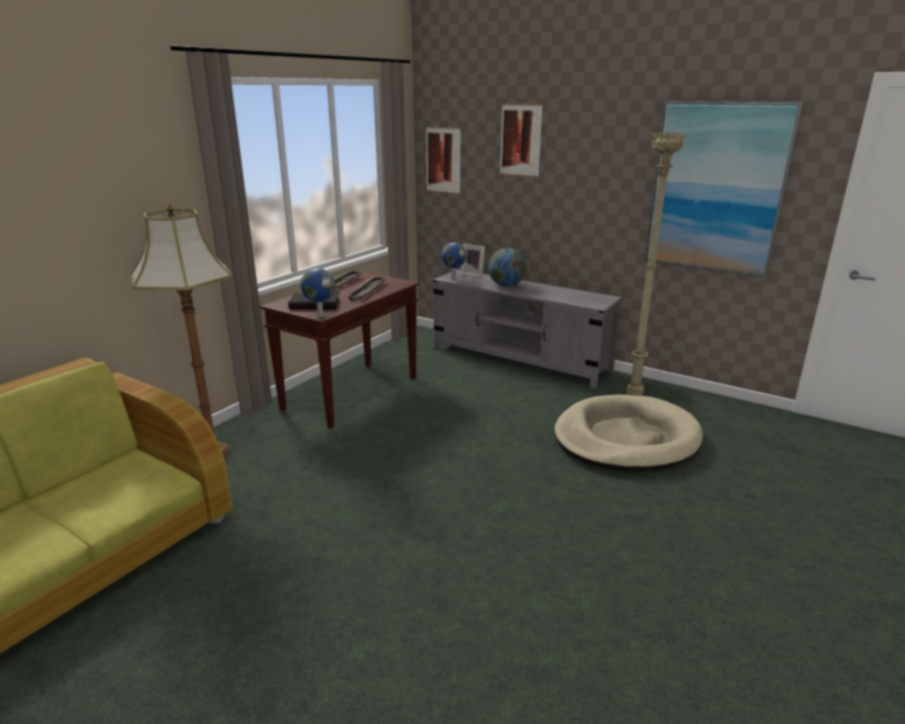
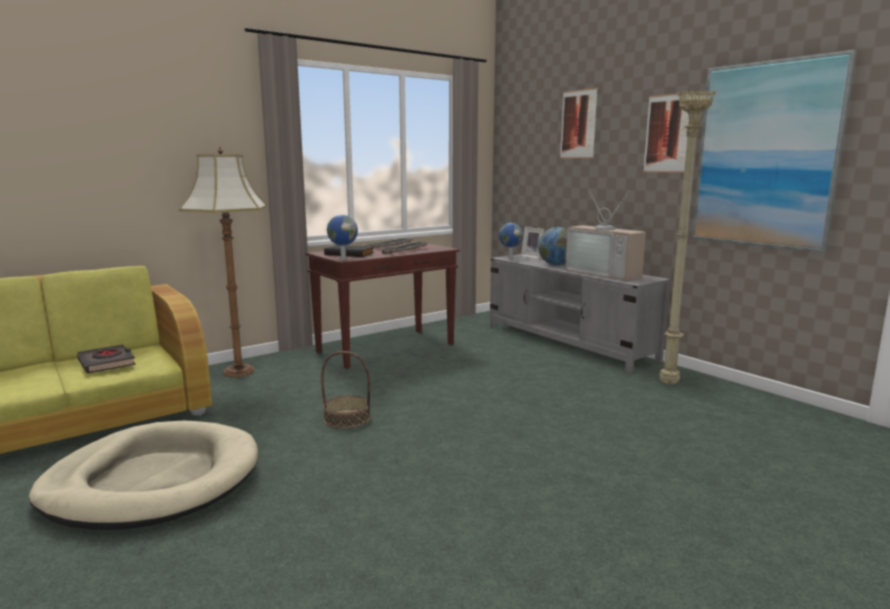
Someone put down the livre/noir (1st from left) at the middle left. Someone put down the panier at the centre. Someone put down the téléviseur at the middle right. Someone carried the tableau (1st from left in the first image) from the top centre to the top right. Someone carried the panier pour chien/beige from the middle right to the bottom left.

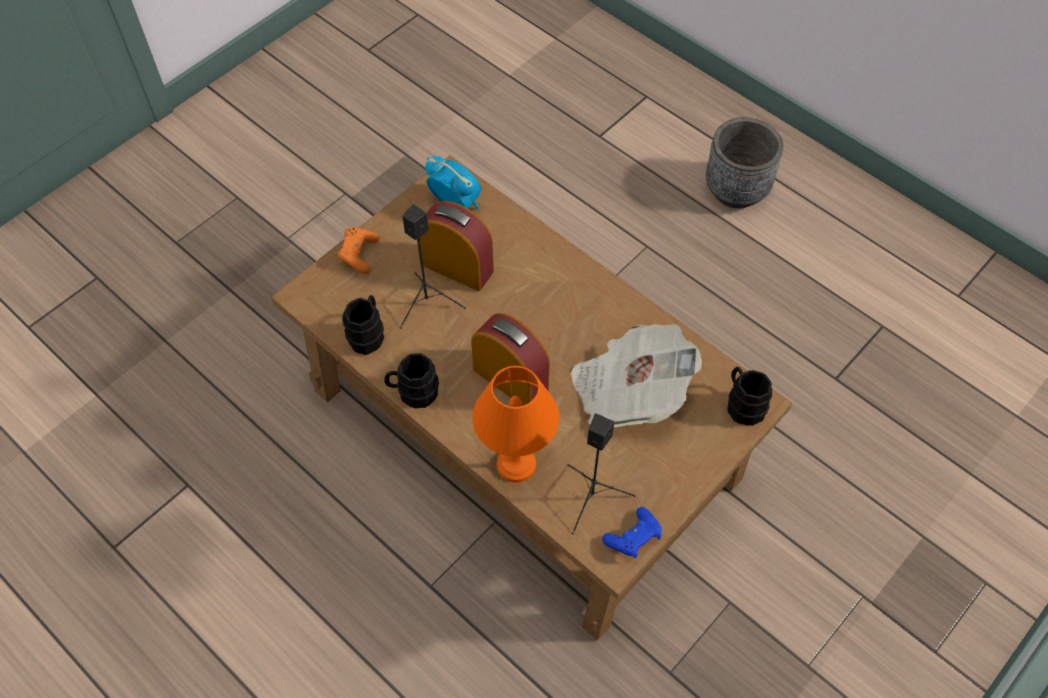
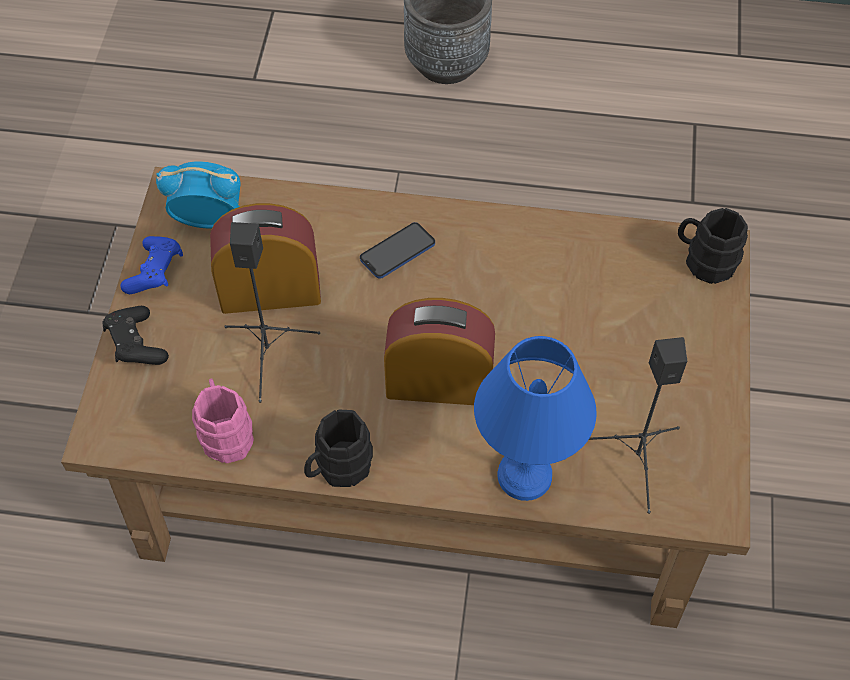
Someone took away the journal at the centre. Someone put down the téléphone at the centre. Someone carried the manette/bleu from the bottom centre to the middle left. Someone repainted the manette/orange at the centre, which became the manette/noir at the middle left. Someone repainted the mug/noir (1st from left) at the centre, which became the mug/rose at the middle left. Someone repainted the lampe de table/orange at the centre, which became the lampe de table/bleu at the centre.

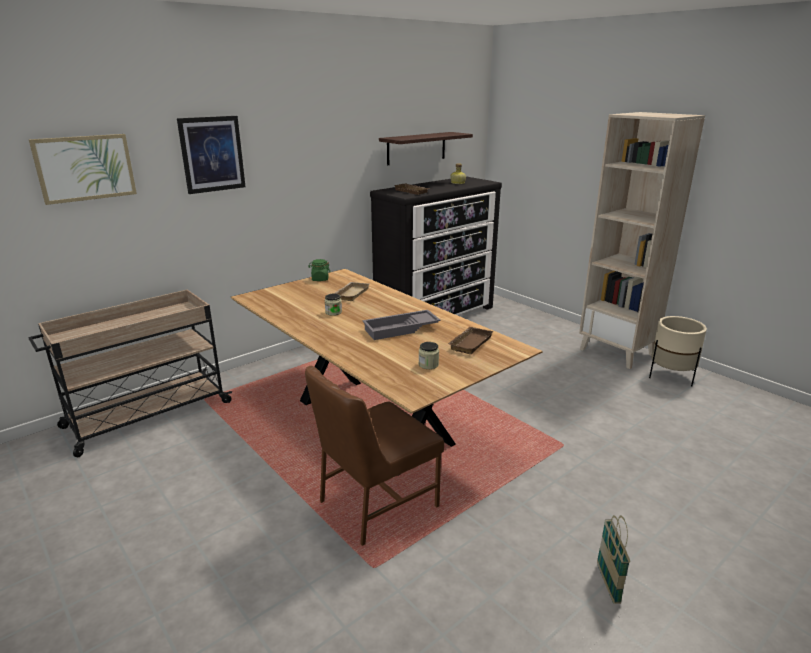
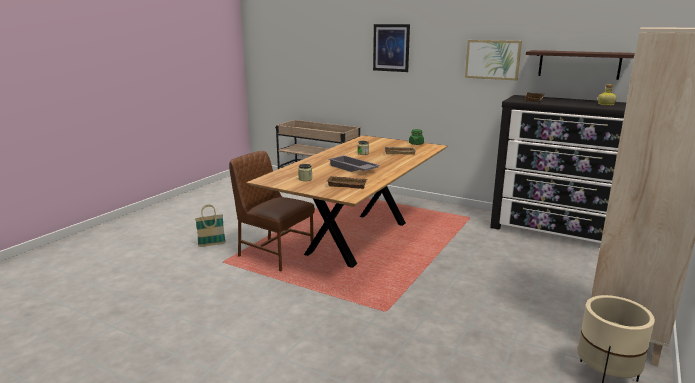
Someone carried the tableau (1st from left in the first image) from the top left to the top right. Someone carried the panier from the bottom right to the middle left.

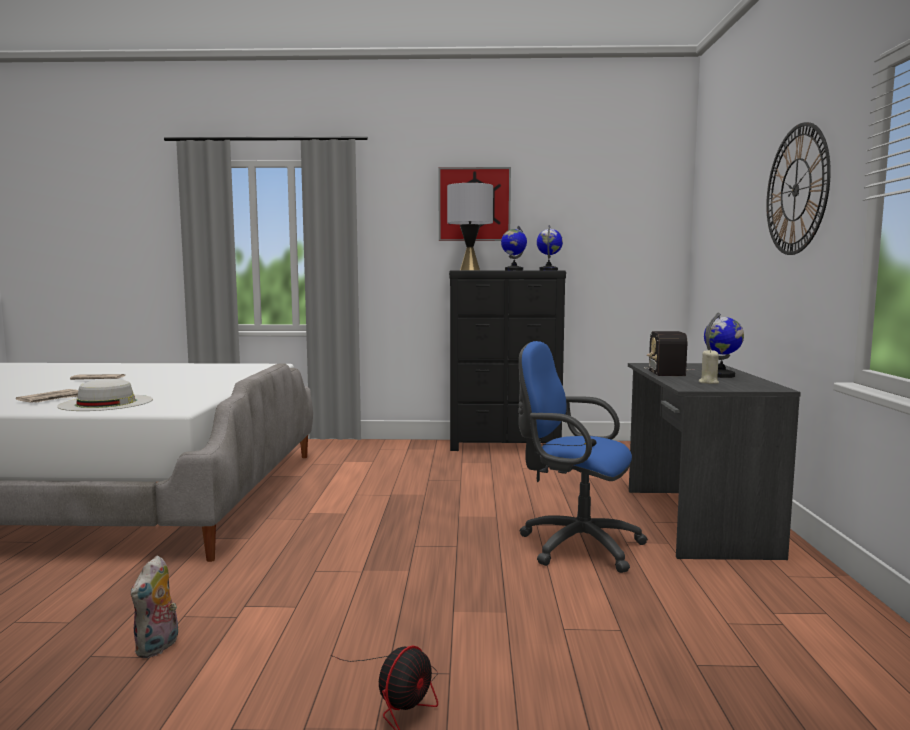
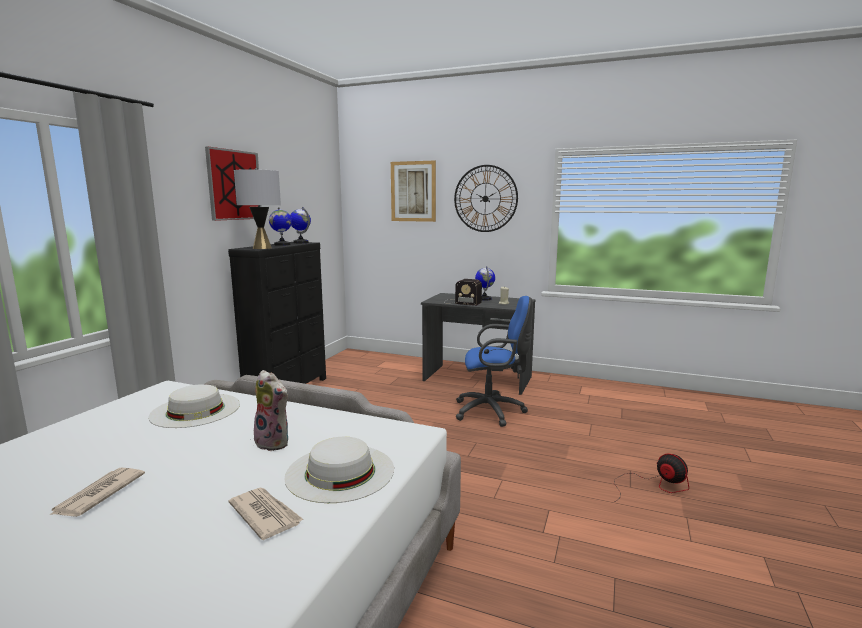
Someone put down the chapeau/blanc (1st from left) at the middle left. Someone put up the tableau (2nd from left) at the top centre. Someone carried the peluche from the bottom left to the middle left. Someone rotated the chaise de bureau/bleu at the centre by 135 degrees counterclockwise.

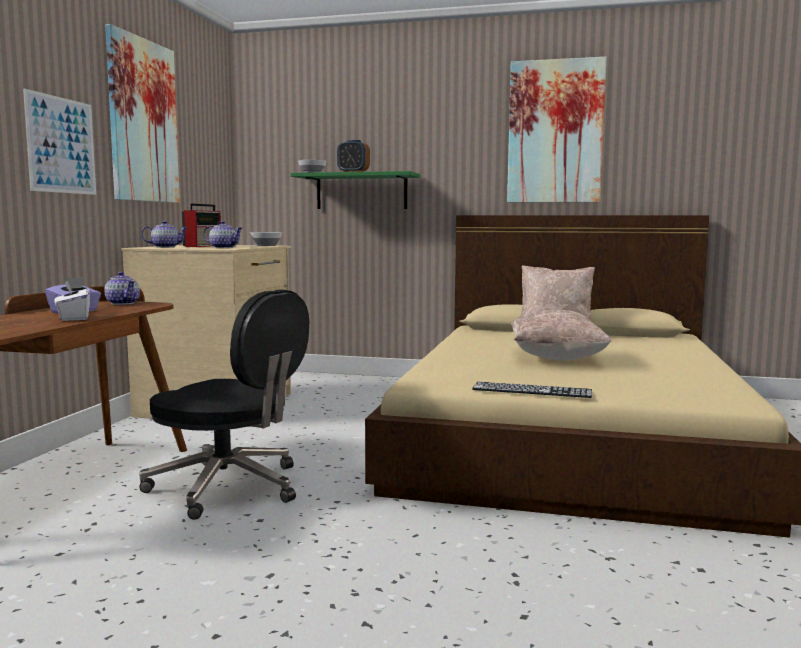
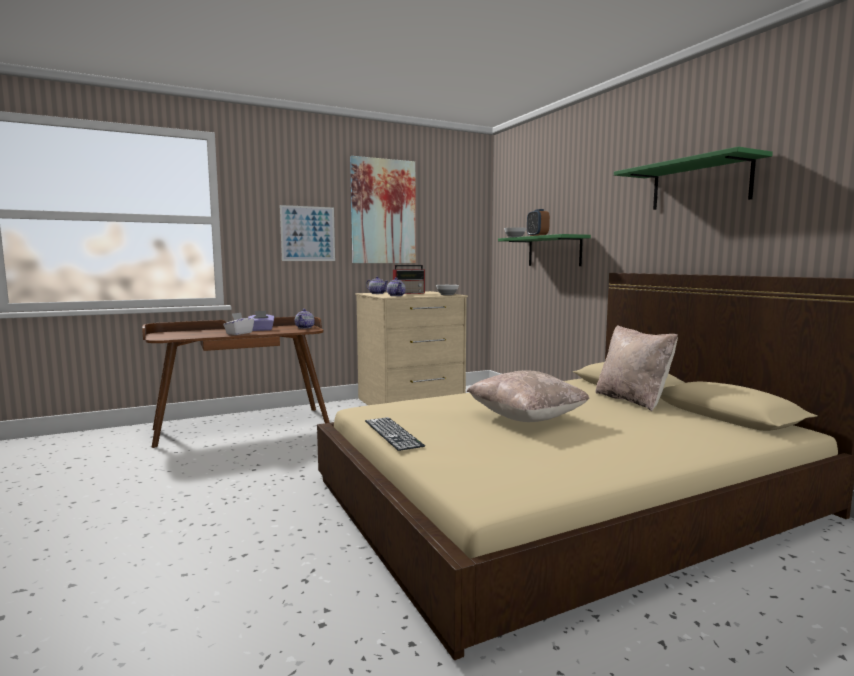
Someone took away the chaise de bureau/noir at the middle left. Someone swapped the tableau (3rd from left) at the top right for the étagère/vert (2nd from left) at the top right.

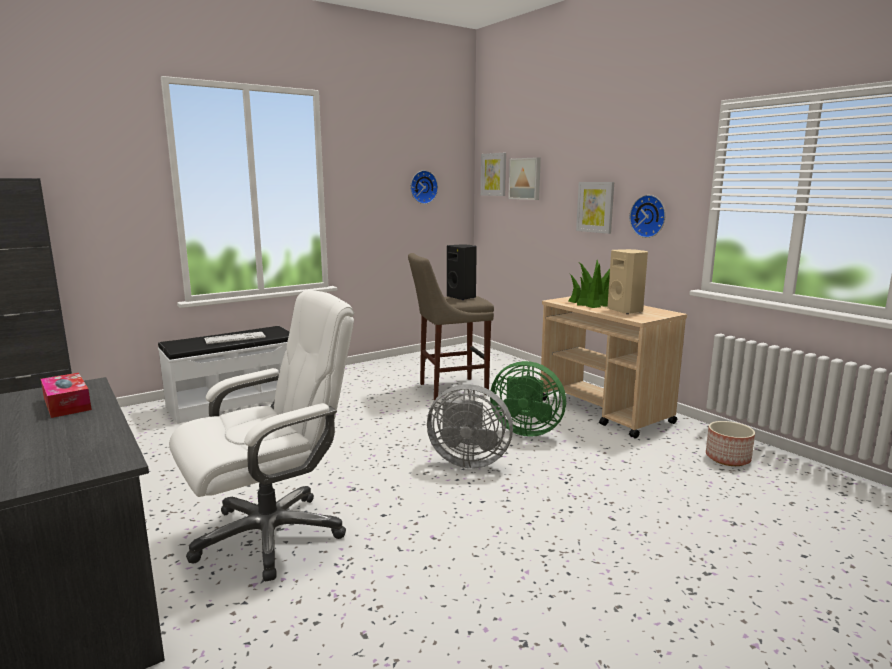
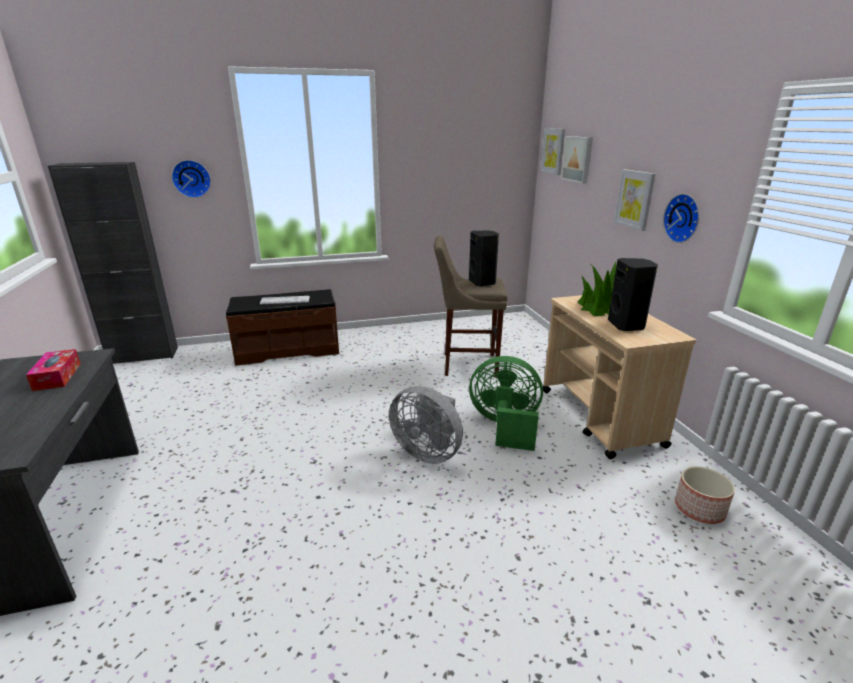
Someone took away the chaise de bureau/blanc at the middle left. Someone carried the horloge murale (1st from left) from the top centre to the top left. Someone repainted the banc/blanc at the middle left, which became the banc/marron at the middle left. Someone repainted the enceinte/beige at the middle right, which became the enceinte/noir (2nd from left) at the middle right. Someone rotated the ventilateur/vert at the centre by 150 degrees clockwise.

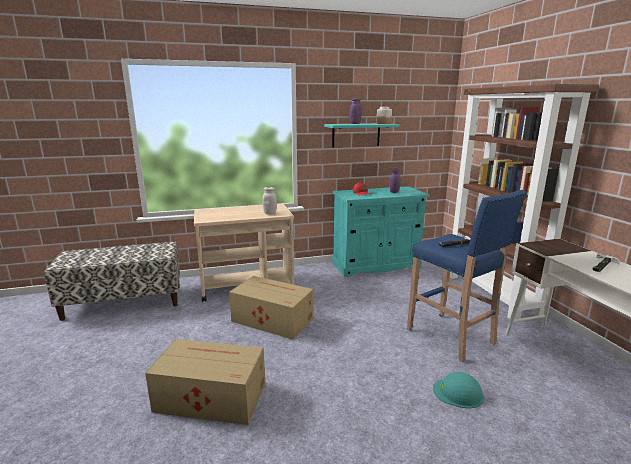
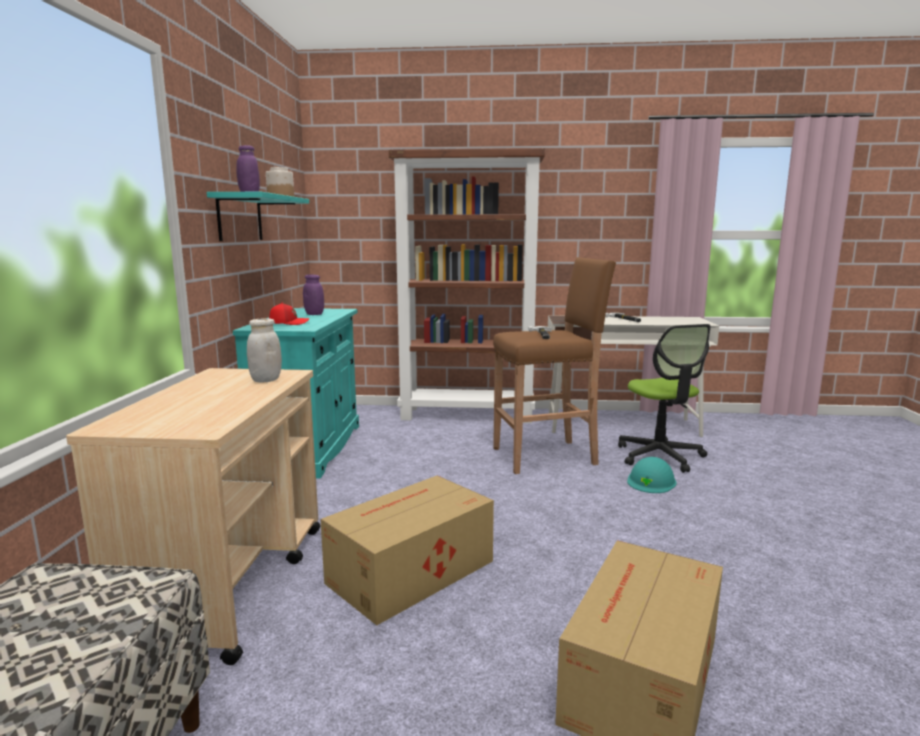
Someone put down the chaise de bureau at the middle right. Someone repainted the tabouret/bleu at the middle right, which became the tabouret/marron at the centre.

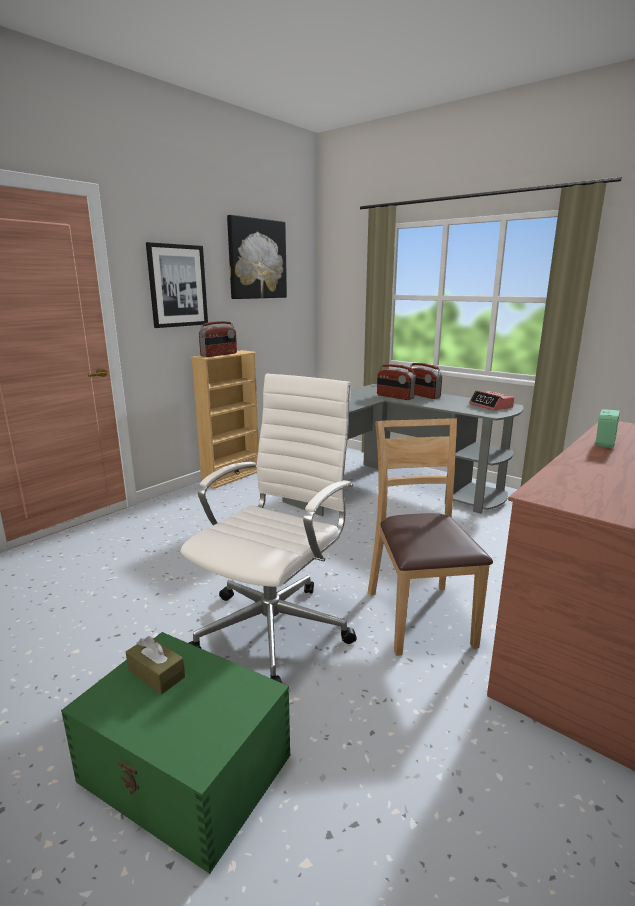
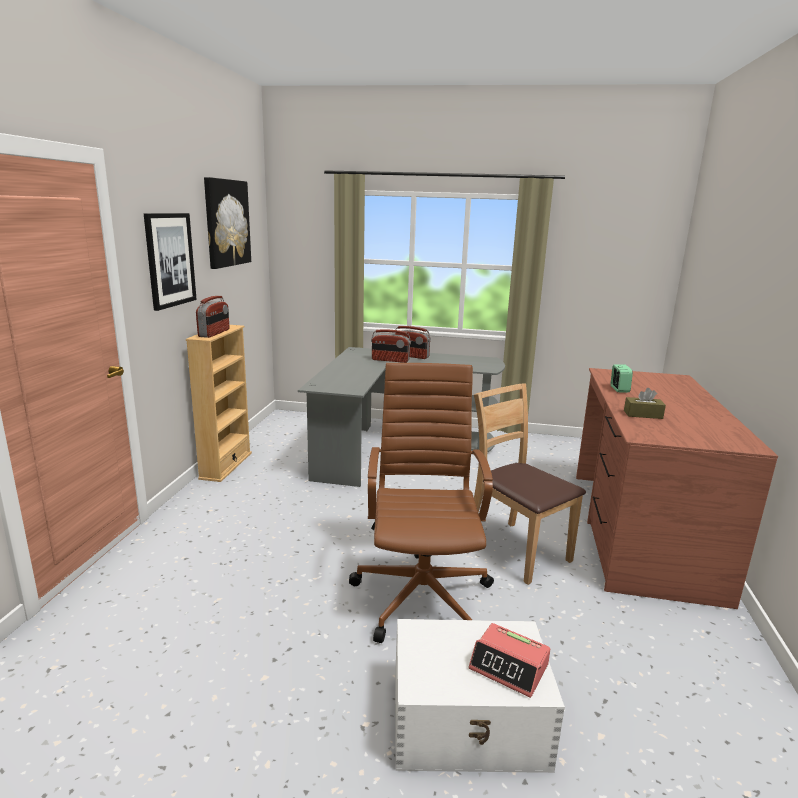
Someone carried the boîte à mouchoirs/marron from the bottom left to the middle right. Someone carried the réveil (1st from left) from the middle right to the bottom centre. Someone repainted the boîte de rangement/vert at the bottom left, which became the boîte de rangement/blanc at the bottom centre. Someone repainted the chaise de bureau/blanc at the centre, which became the chaise de bureau/marron at the centre.

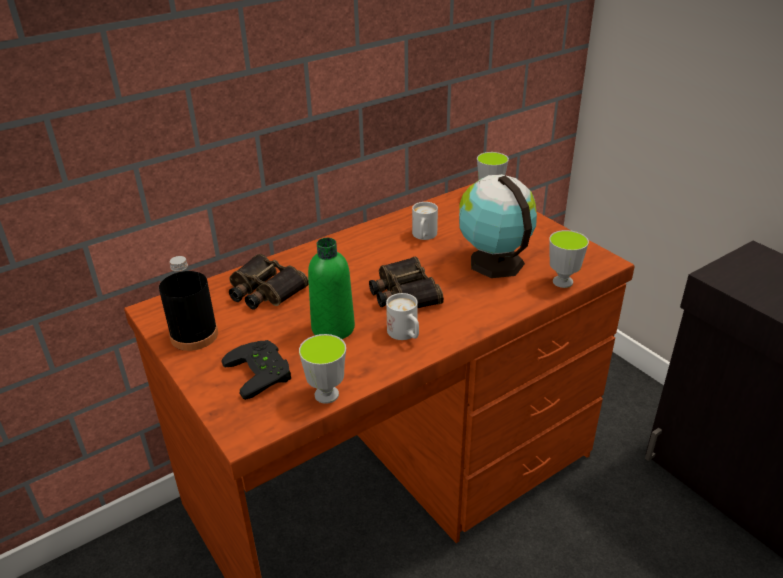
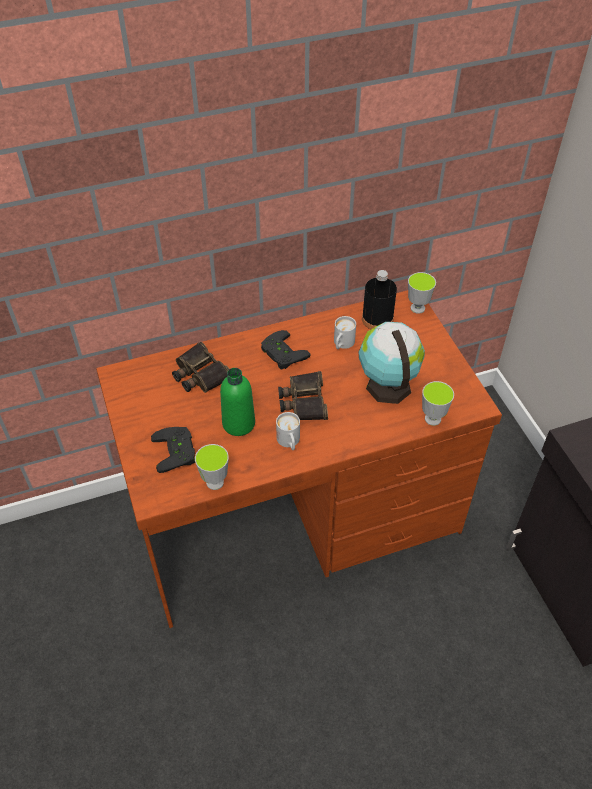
Someone put down the manette/noir (2nd from left) at the centre. Someone carried the bouteille/noir from the middle left to the centre.

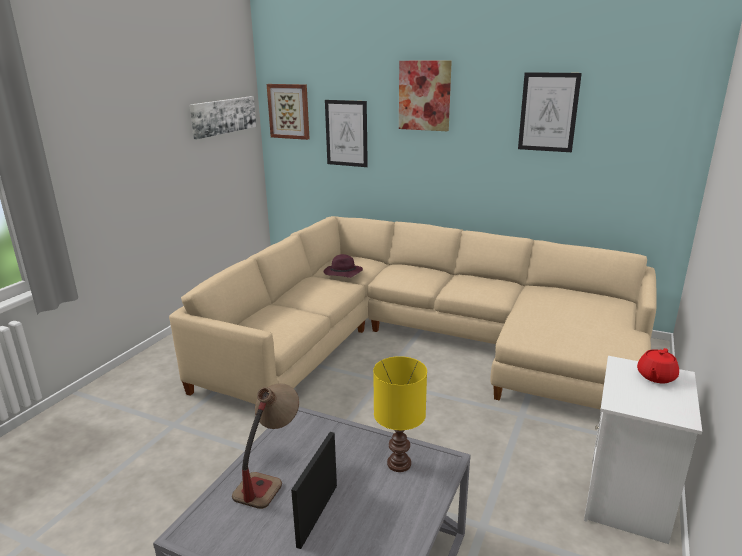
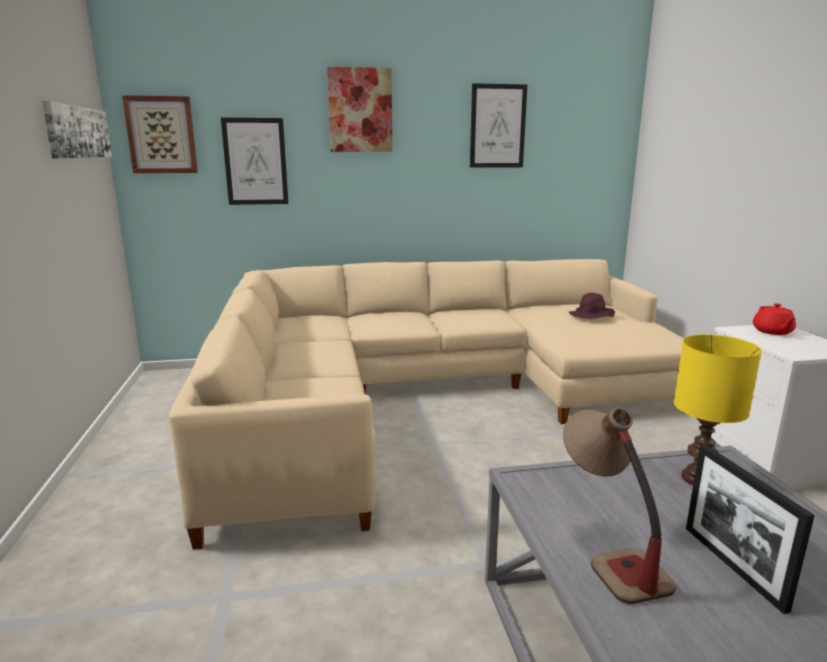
Someone carried the chapeau/violet from the centre to the middle right.

